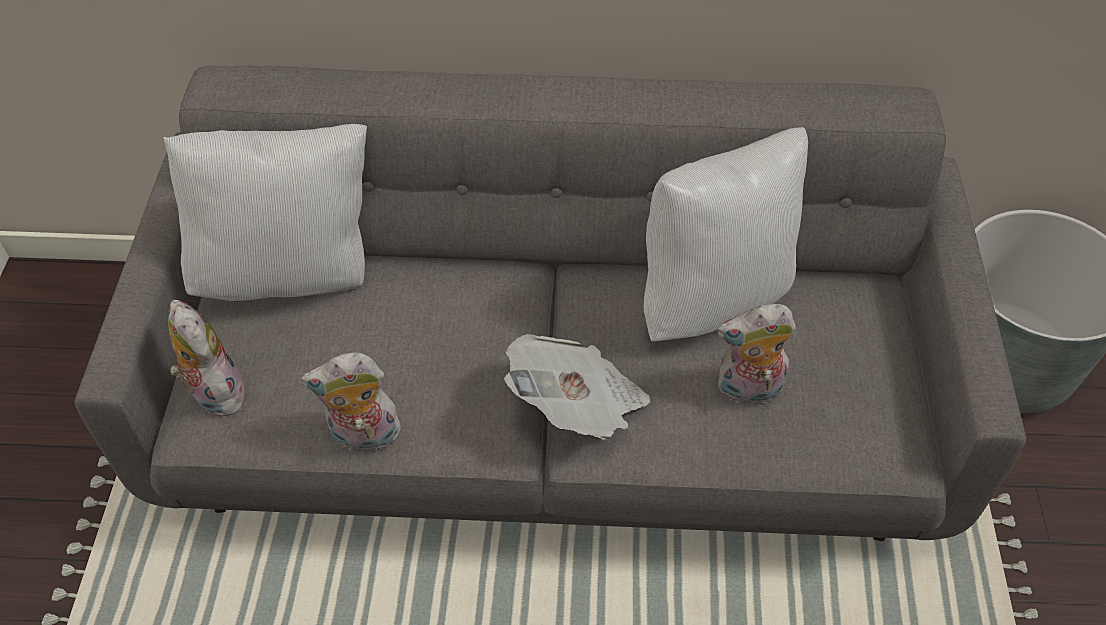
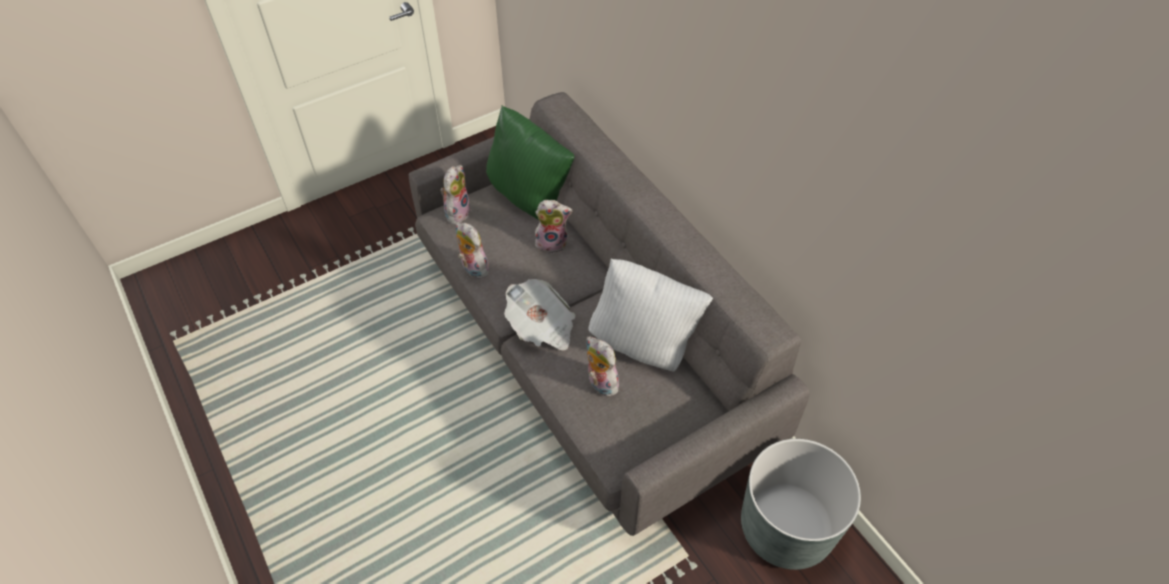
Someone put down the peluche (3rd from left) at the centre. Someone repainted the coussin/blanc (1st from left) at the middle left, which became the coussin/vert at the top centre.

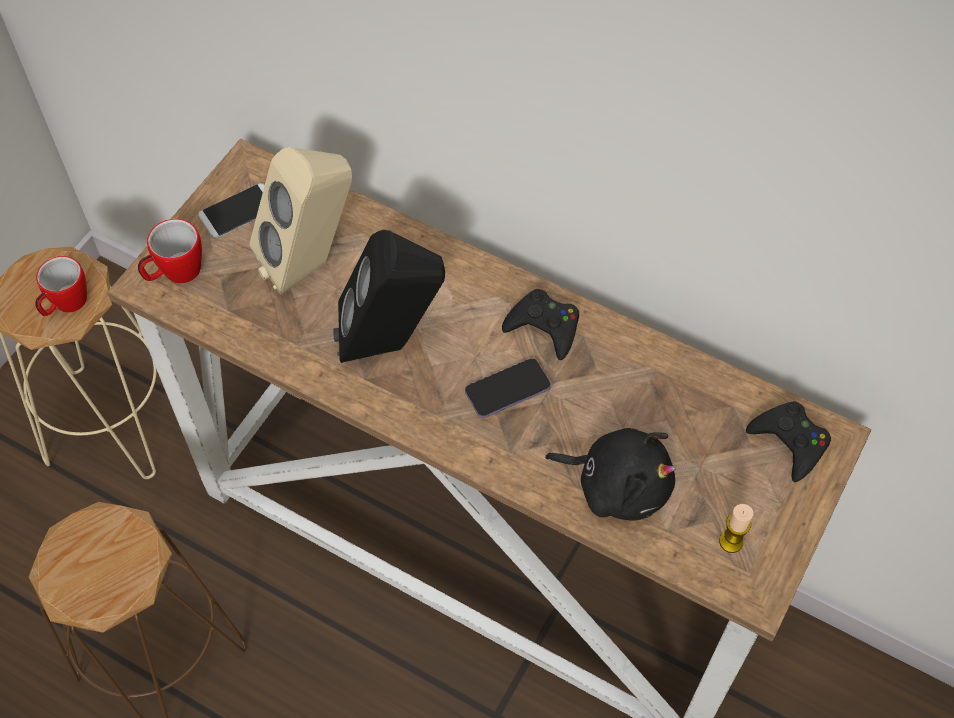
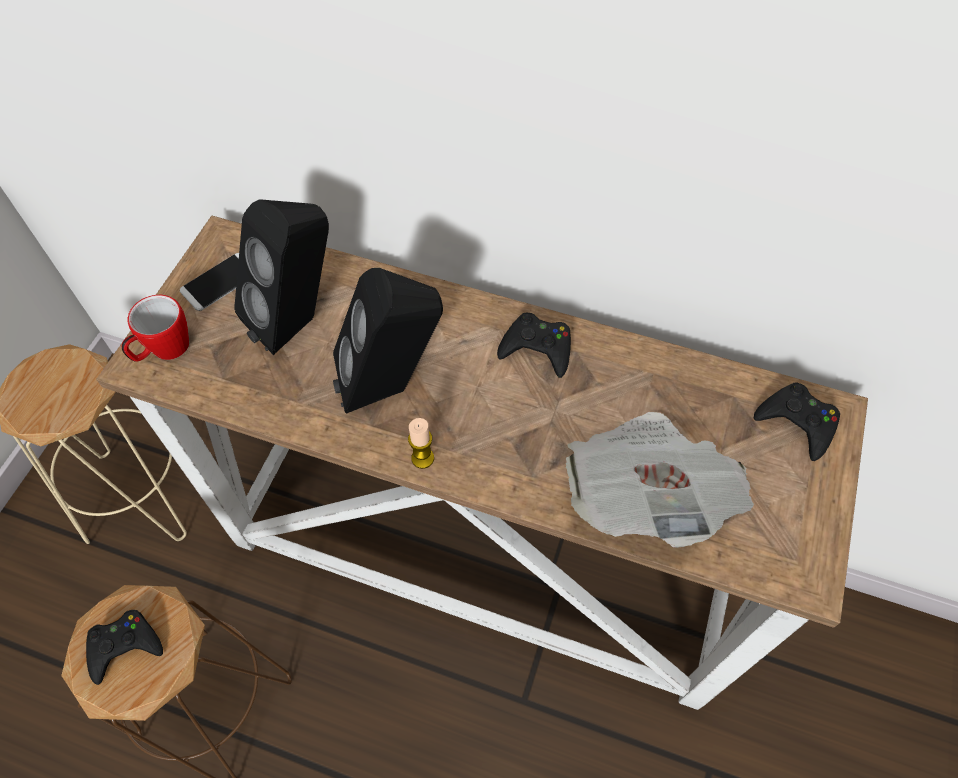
Someone took away the mug (1st from left) at the middle left. Someone took away the téléphone (2nd from left) at the centre. Someone put down the manette/noir (1st from left) at the bottom left. Someone carried the bougie from the bottom right to the centre. Someone swapped the peluche/noir at the centre for the journal at the middle right. Someone repainted the enceinte/beige at the top left, which became the enceinte/noir (1st from left) at the middle left.

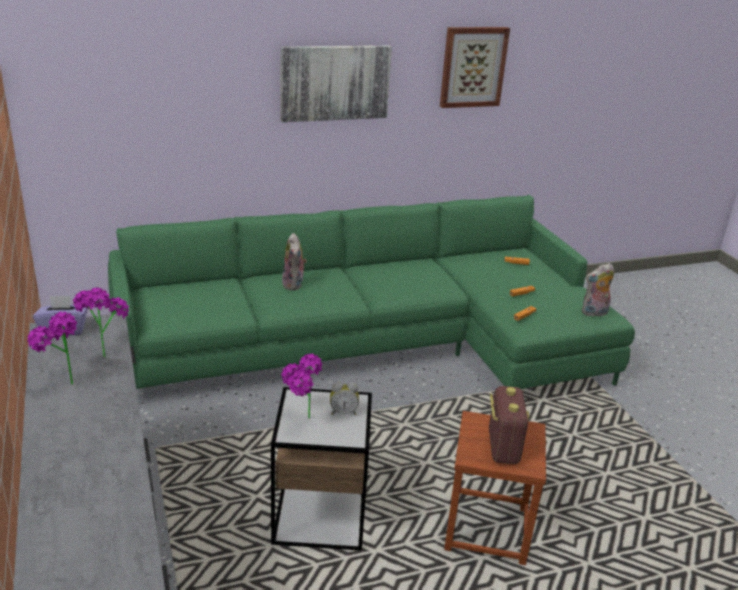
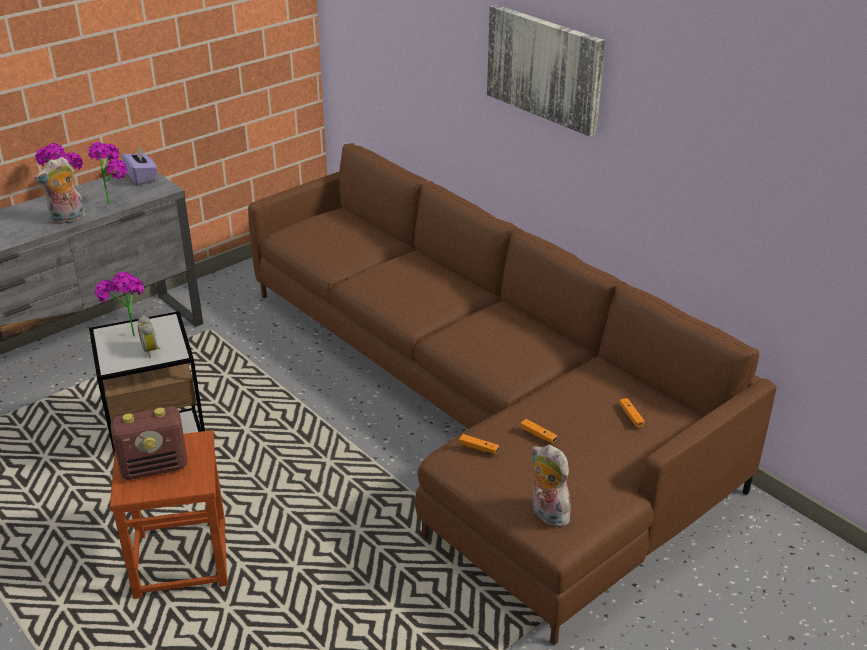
Someone took away the tableau (2nd from left) at the top centre. Someone carried the peluche (1st from left) from the centre to the top left. Someone repainted the canapé/vert at the centre, which became the canapé/marron at the centre.

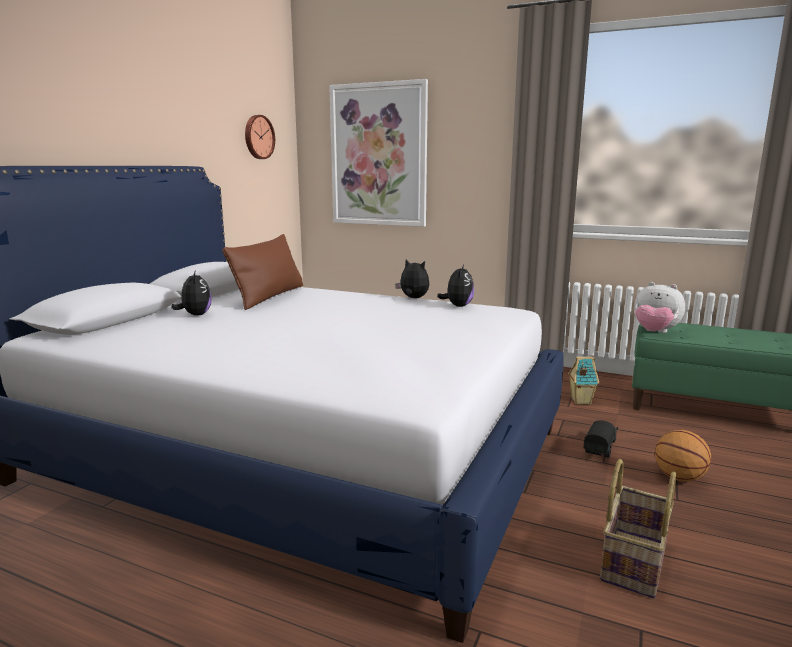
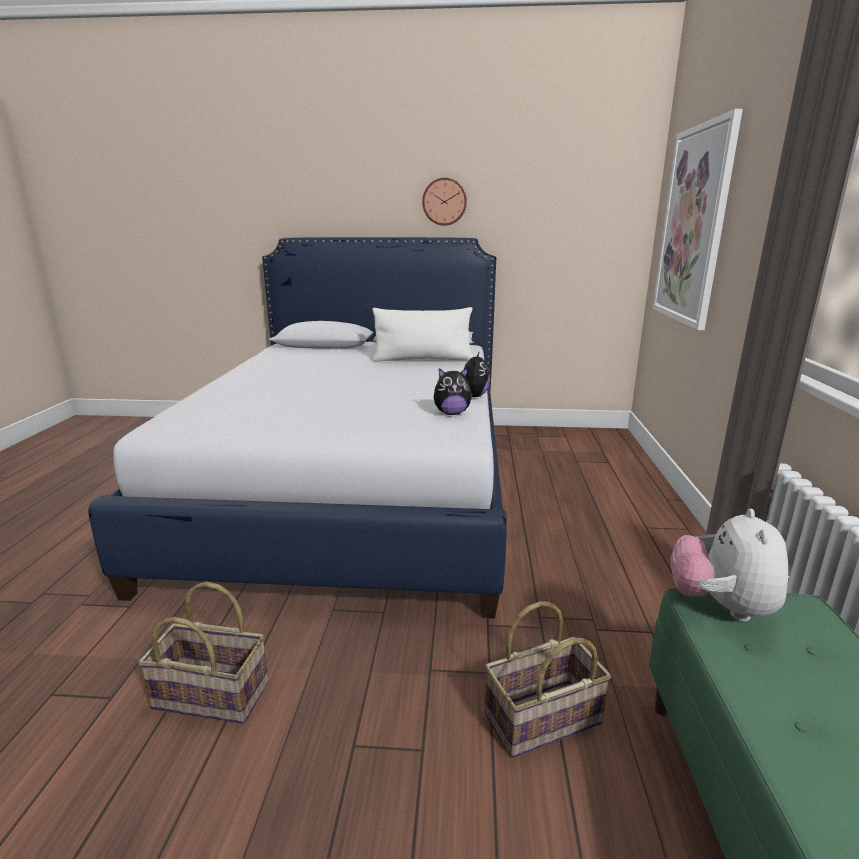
Someone took away the peluche (1st from left) at the middle left. Someone took away the maison miniature at the middle right. Someone took away the camion jouet at the bottom right. Someone took away the ballon de basket at the bottom right. Someone put down the panier (2nd from left) at the bottom centre. Someone carried the horloge murale from the top left to the top centre. Someone repainted the coussin/marron at the middle left, which became the coussin/blanc at the centre.

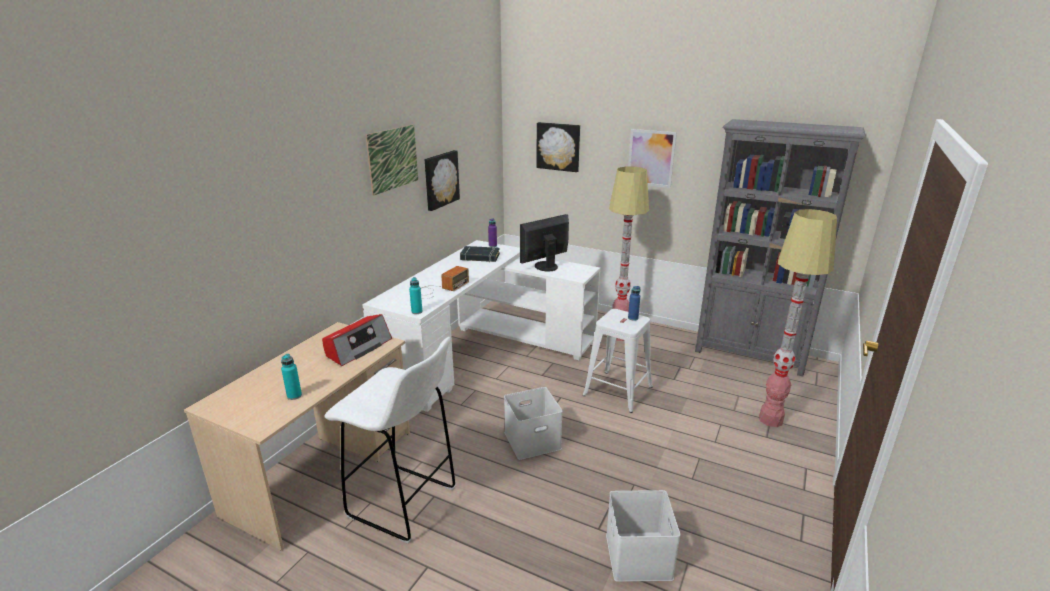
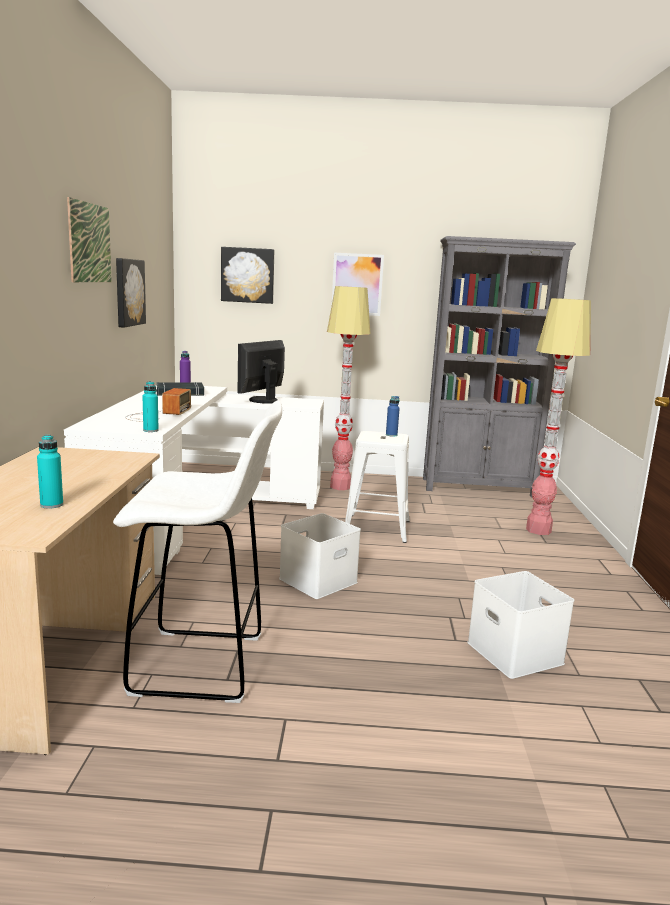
Someone took away the radio (1st from left) at the centre.

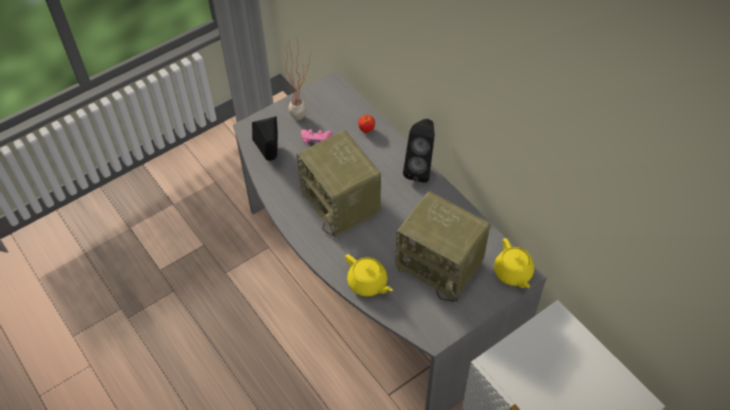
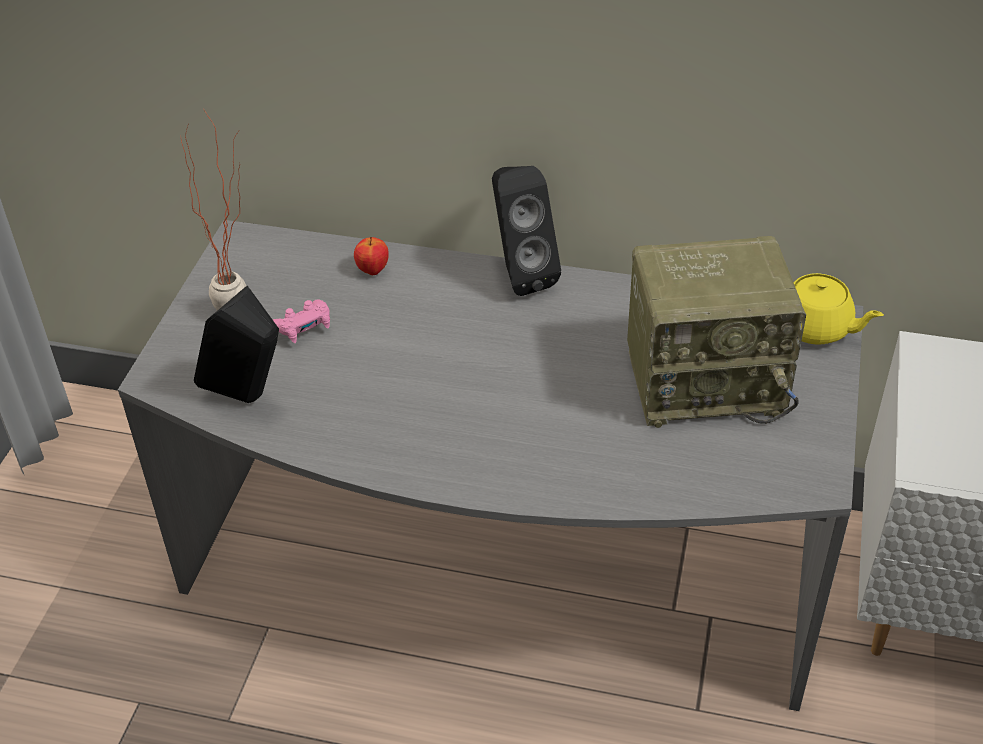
Someone took away the radio (1st from left) at the centre. Someone took away the théière/jaune (1st from left) at the bottom centre.

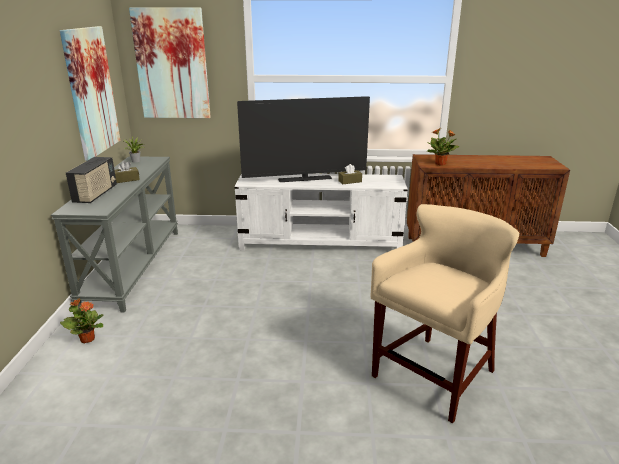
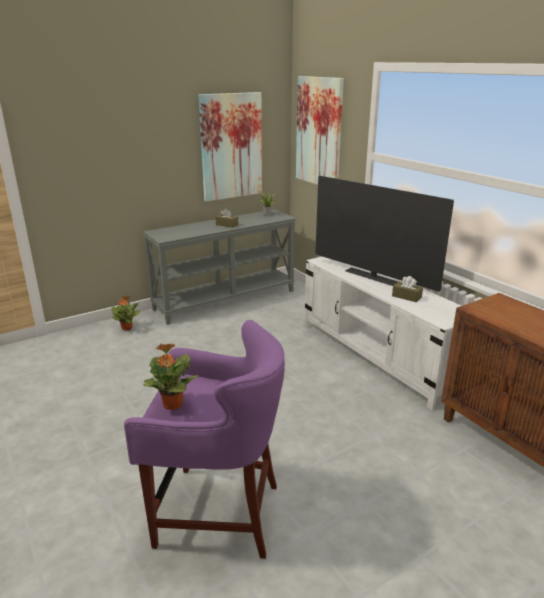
Someone took away the radio at the middle left. Someone carried the plante en pot (3rd from left in the first image) from the top right to the middle left. Someone repainted the tabouret/beige at the bottom right, which became the tabouret/violet at the bottom centre.

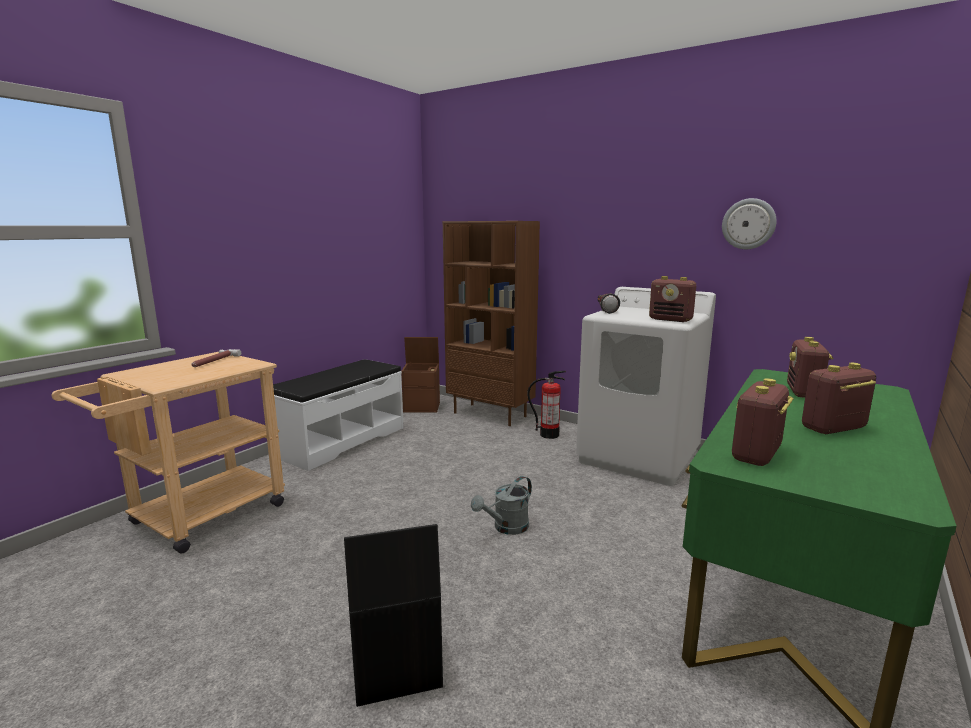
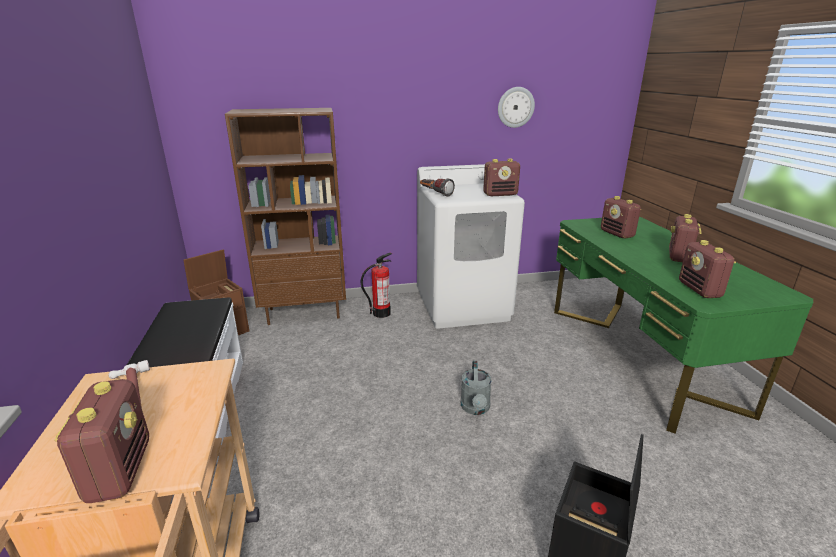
Someone put down the radio (1st from left) at the bottom left.

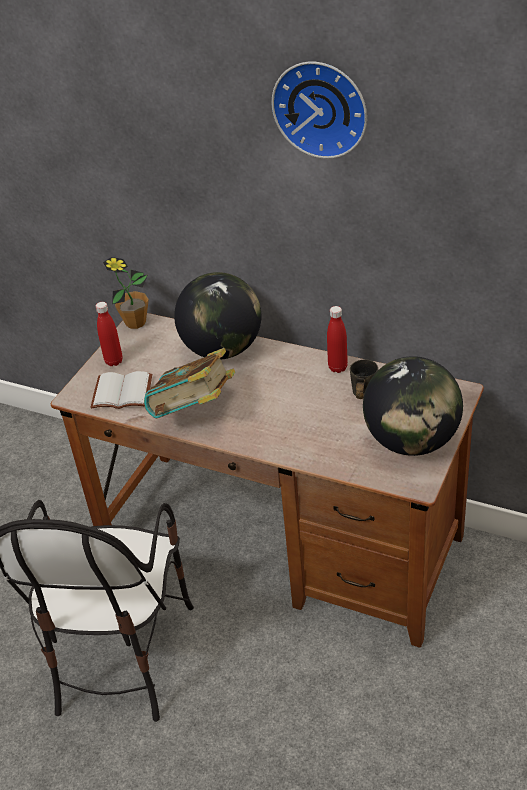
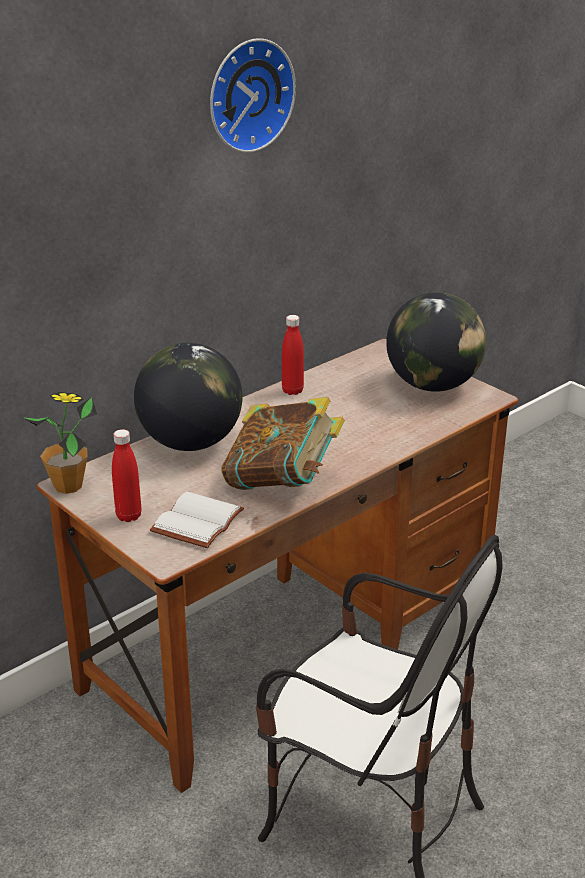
Someone took away the mug/gris at the middle right.

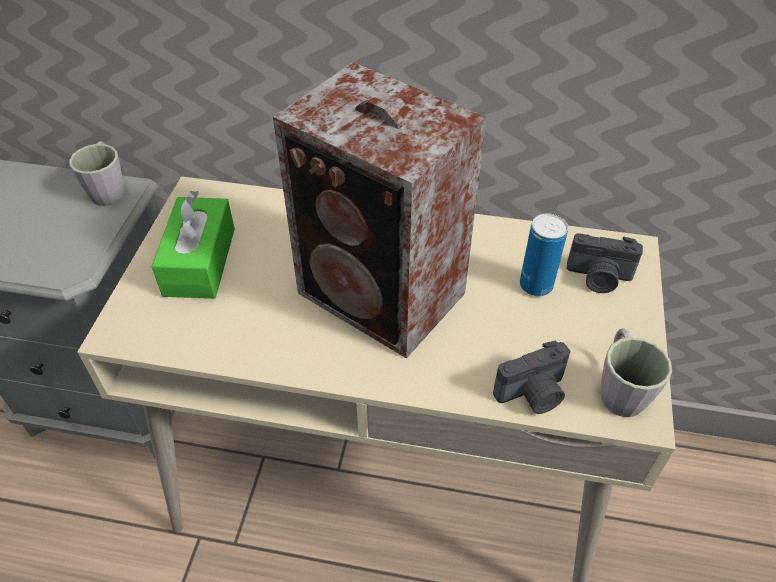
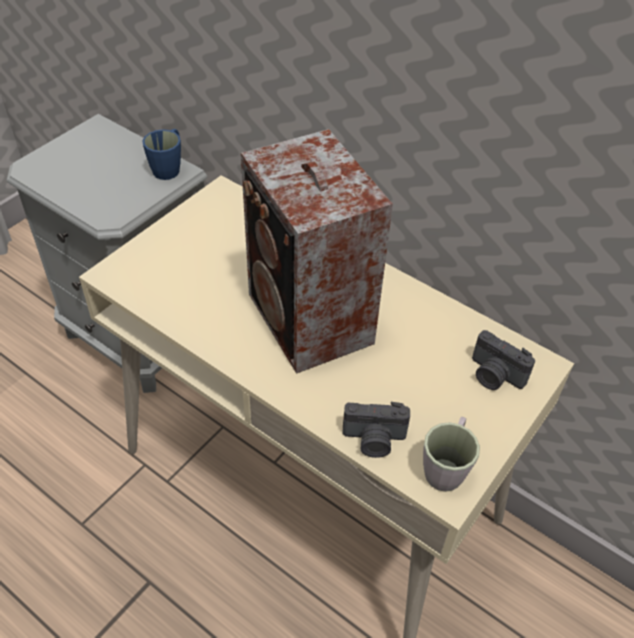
Someone took away the boîte à mouchoirs/vert at the middle left. Someone took away the boîte métallique at the middle right. Someone repainted the mug/gris (1st from left) at the top left, which became the mug/bleu at the top left.

